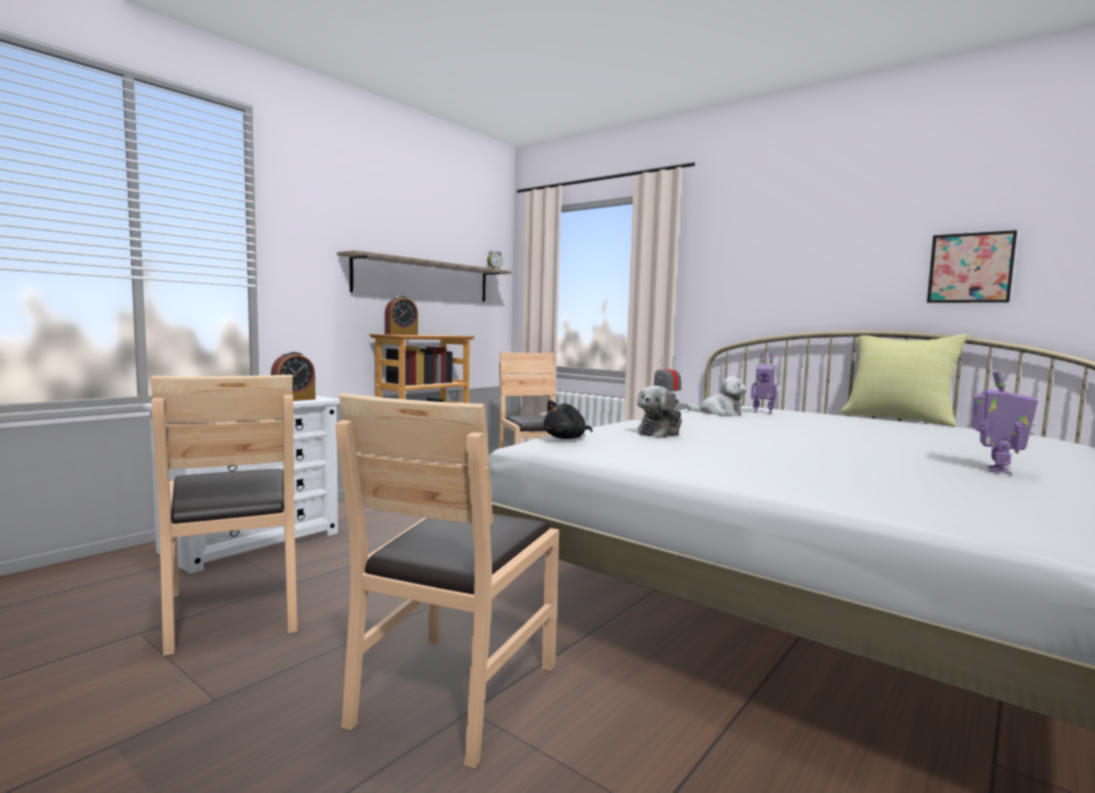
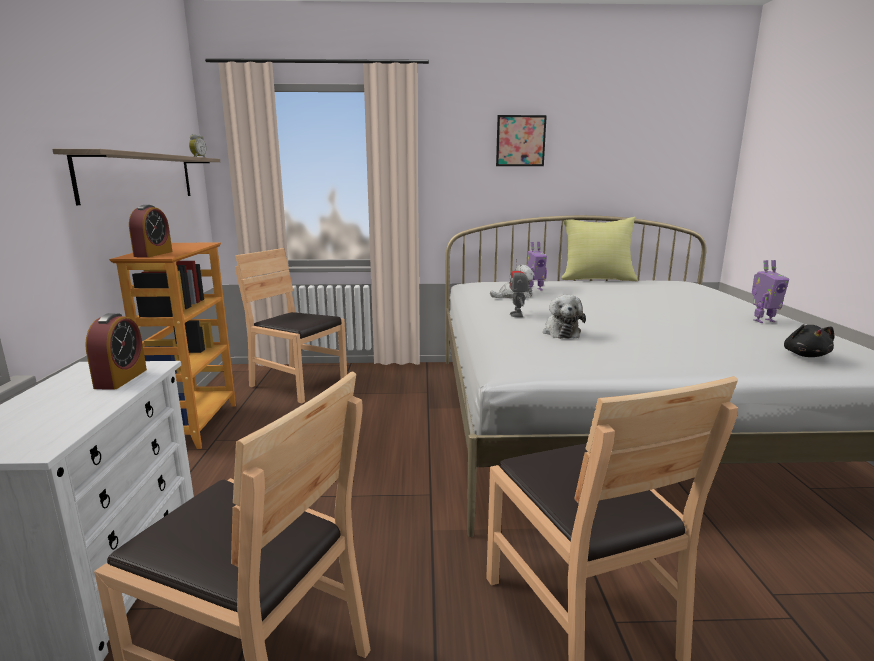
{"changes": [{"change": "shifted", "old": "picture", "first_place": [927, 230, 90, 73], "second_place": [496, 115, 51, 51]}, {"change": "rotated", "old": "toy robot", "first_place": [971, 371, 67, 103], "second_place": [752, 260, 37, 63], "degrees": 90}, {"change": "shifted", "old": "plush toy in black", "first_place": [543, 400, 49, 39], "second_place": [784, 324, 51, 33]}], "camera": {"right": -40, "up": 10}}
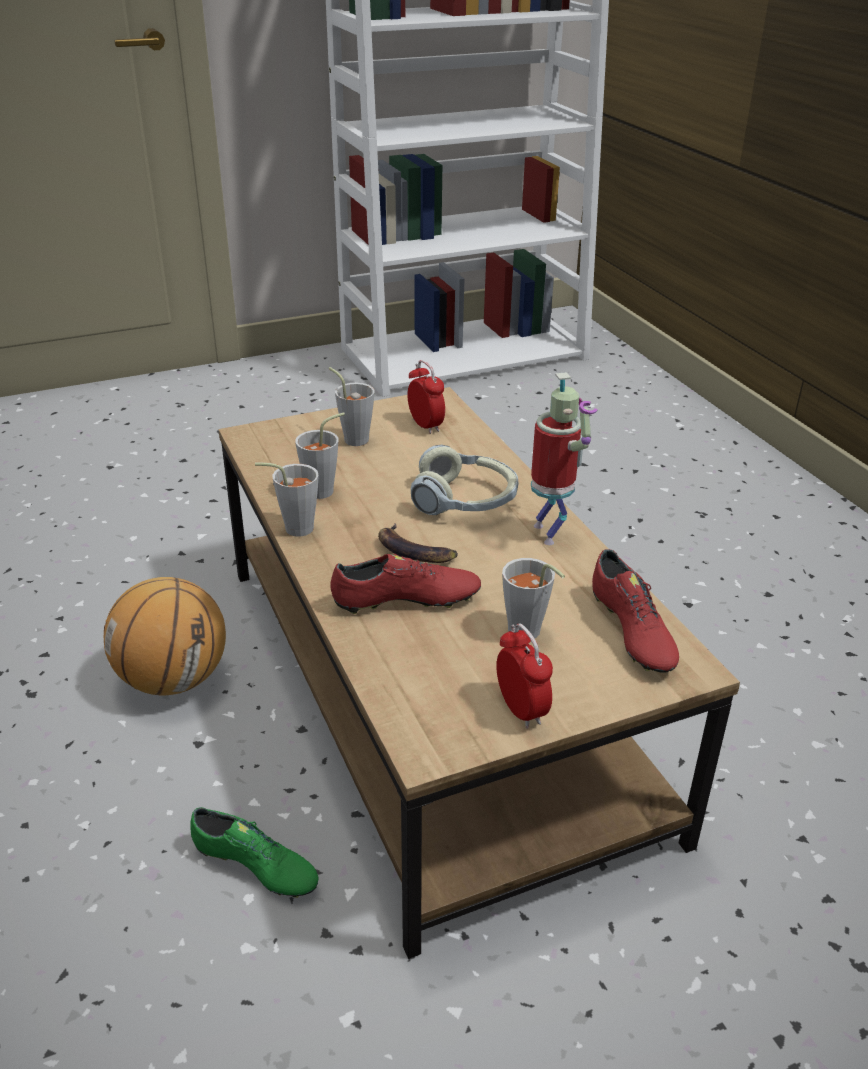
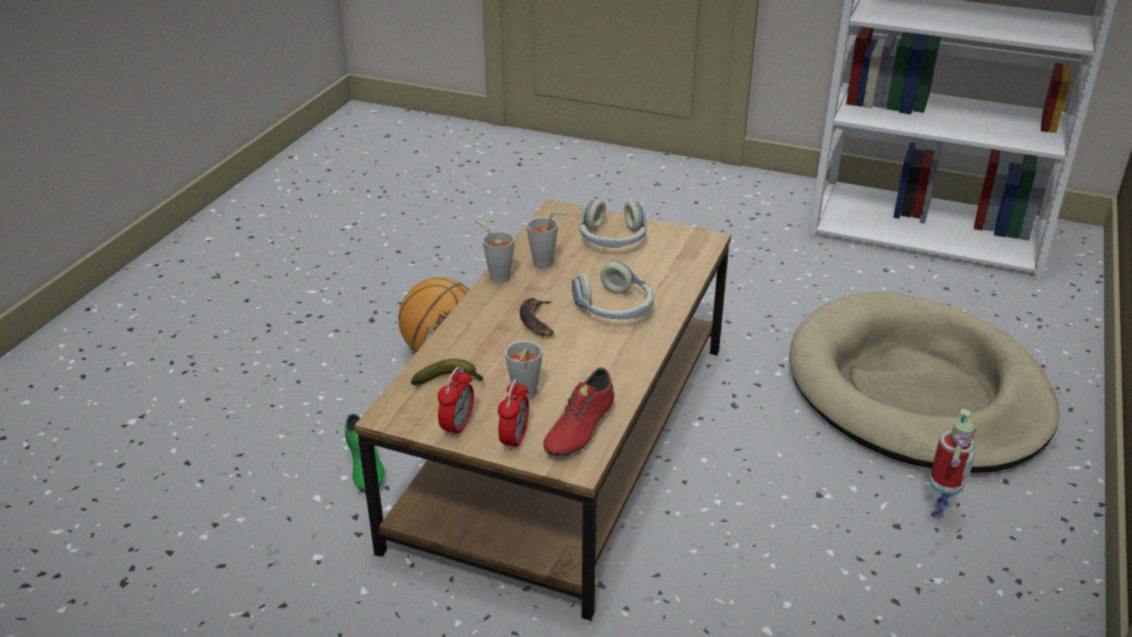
{"changes": [{"change": "new", "new": "banana", "second_place": [411, 359, 73, 26]}, {"change": "shifted", "old": "alarm clock", "first_place": [407, 360, 38, 74], "second_place": [498, 379, 31, 73]}, {"change": "swapped", "old": "cup in grey", "new": "headphones", "first_place": [329, 367, 46, 79], "second_place": [579, 199, 67, 49]}, {"change": "new", "new": "dog bed in beige", "second_place": [789, 291, 271, 182]}, {"change": "shifted", "old": "toy robot", "first_place": [531, 372, 67, 173], "second_place": [928, 409, 49, 113]}, {"change": "gone", "old": "shoe in red", "first_place": [330, 554, 151, 60]}], "camera": {"right": 45, "up": 0}}
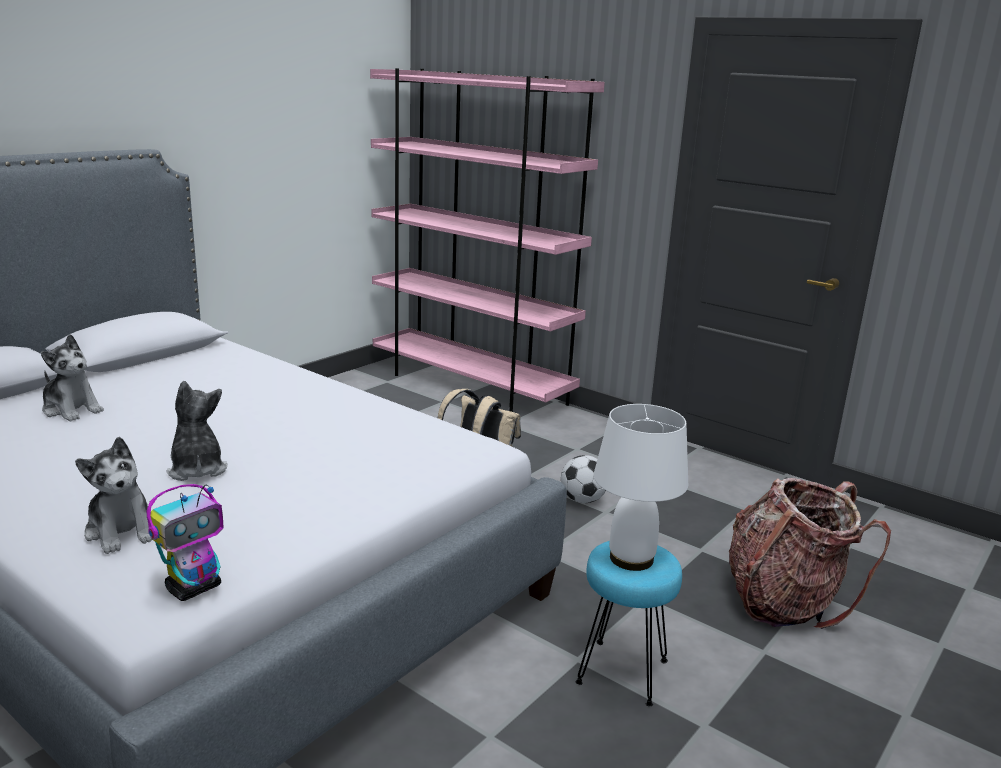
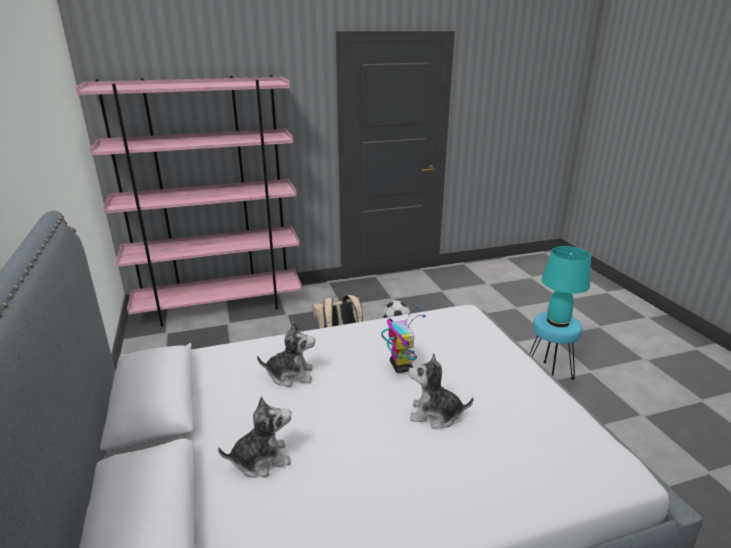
{"changes": [{"change": "shifted", "old": "plush toy", "first_place": [75, 437, 79, 117], "second_place": [257, 321, 58, 66]}, {"change": "shifted", "old": "toy robot", "first_place": [146, 484, 78, 117], "second_place": [381, 308, 45, 65]}, {"change": "repainted", "old": "table lamp in white", "new": "table lamp in turquoise", "first_place": [594, 404, 94, 167], "second_place": [541, 246, 50, 81]}, {"change": "gone", "old": "backpack", "first_place": [729, 478, 162, 151]}], "camera": {"right": -55, "up": 5}}
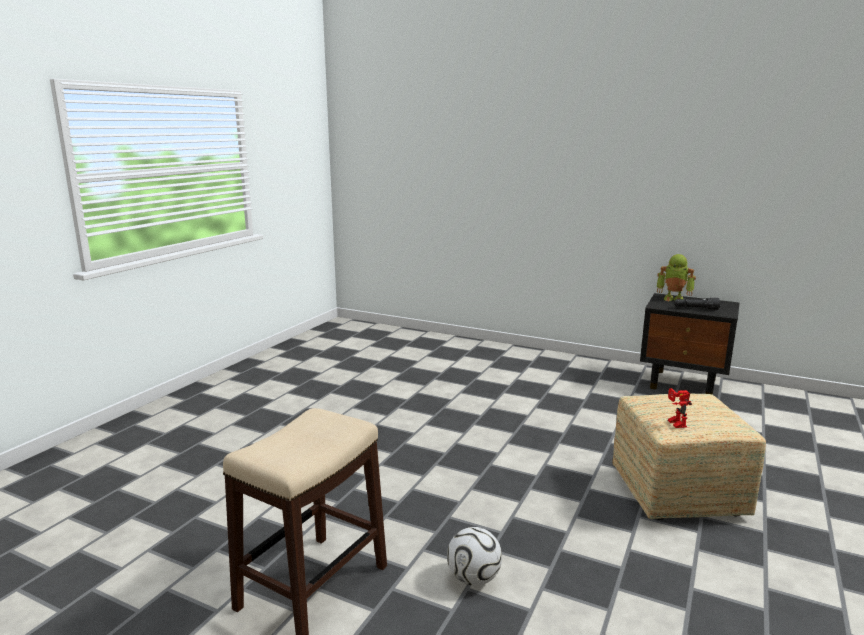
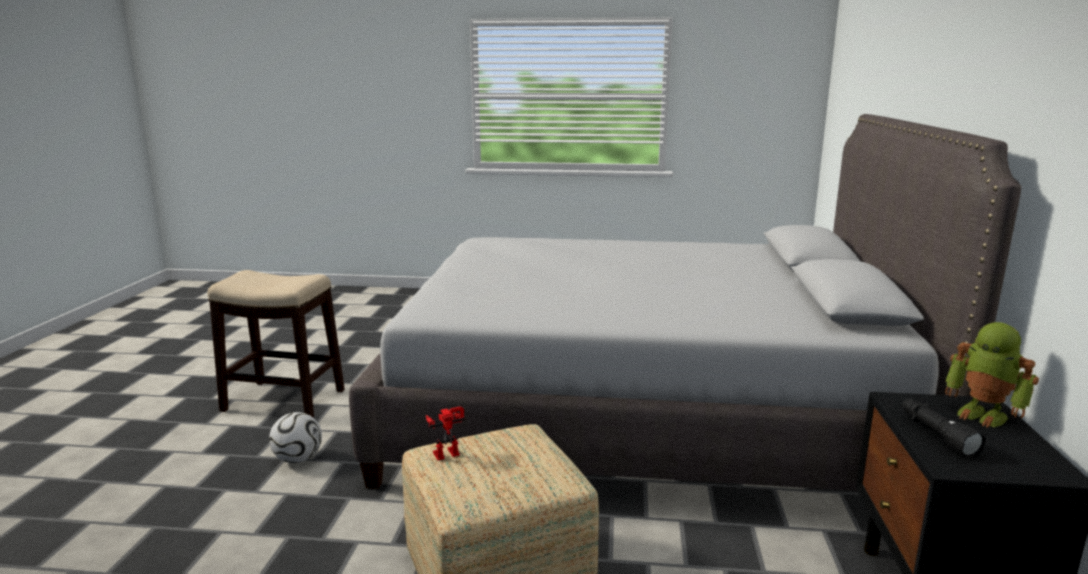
{"changes": [{"change": "new", "new": "bed in grey", "second_place": [349, 114, 672, 377]}, {"change": "rotated", "old": "toy robot", "first_place": [657, 254, 39, 47], "second_place": [945, 322, 94, 106], "degrees": -45}], "camera": {"right": 70, "up": 0}}
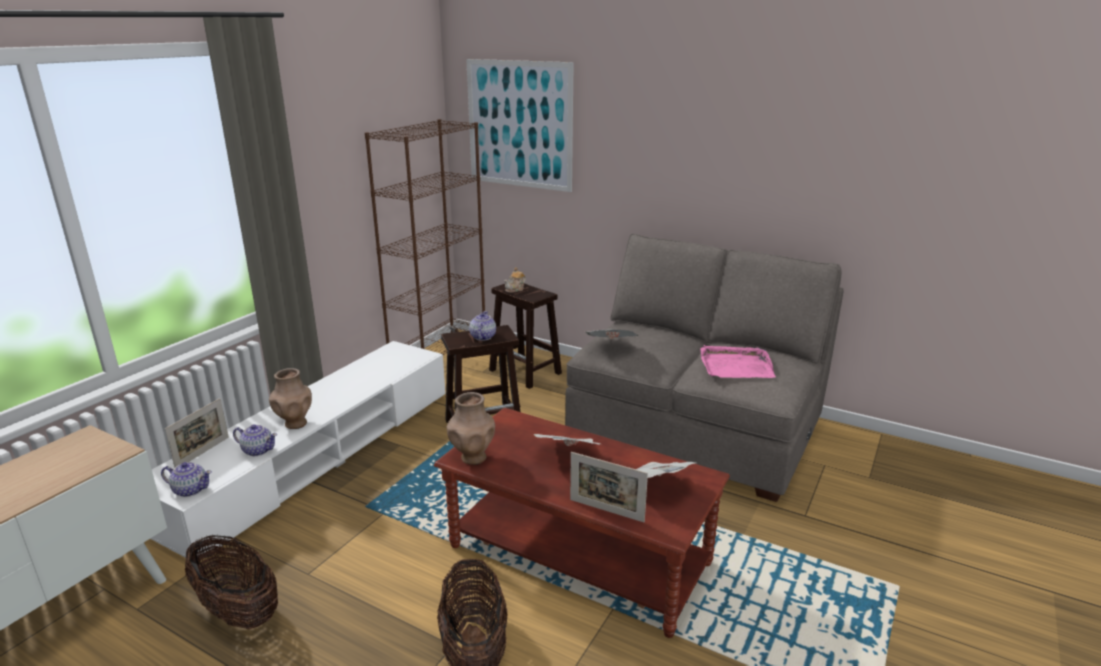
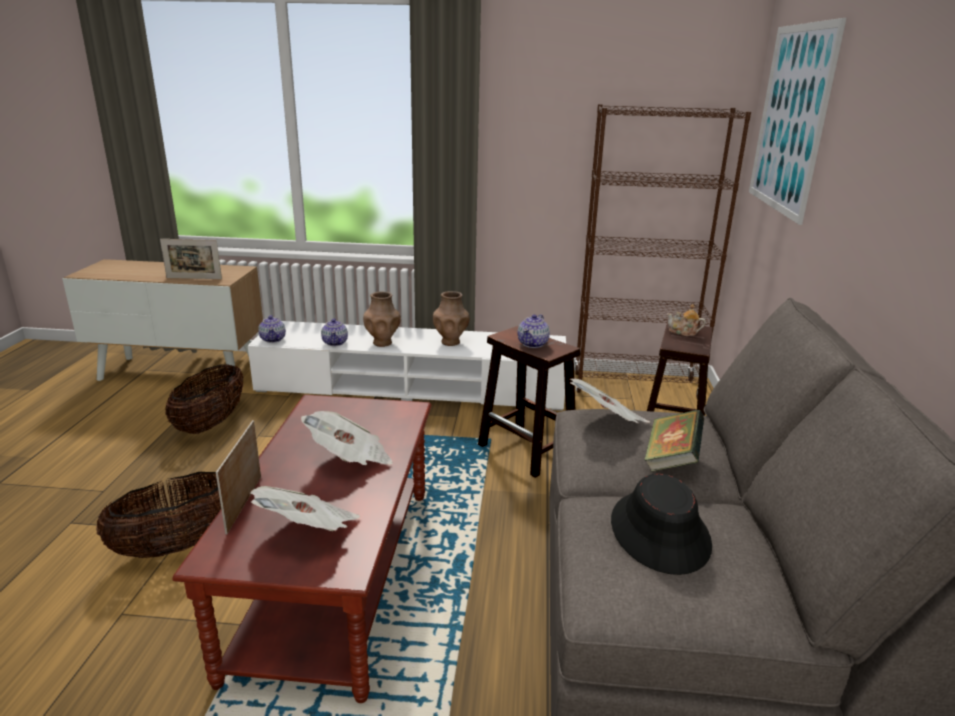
{"changes": [{"change": "shifted", "old": "picture frame", "first_place": [165, 398, 64, 70], "second_place": [160, 239, 62, 40]}, {"change": "shifted", "old": "vase in brown", "first_place": [447, 392, 48, 73], "second_place": [433, 291, 37, 55]}, {"change": "rotated", "old": "teapot", "first_place": [469, 311, 27, 30], "second_place": [518, 314, 32, 34], "degrees": 135}, {"change": "swapped", "old": "tray in pink", "new": "hat in black", "first_place": [700, 345, 76, 33], "second_place": [611, 474, 101, 101]}, {"change": "new", "new": "book", "second_place": [644, 410, 60, 62]}], "camera": {"right": 65, "up": 0}}
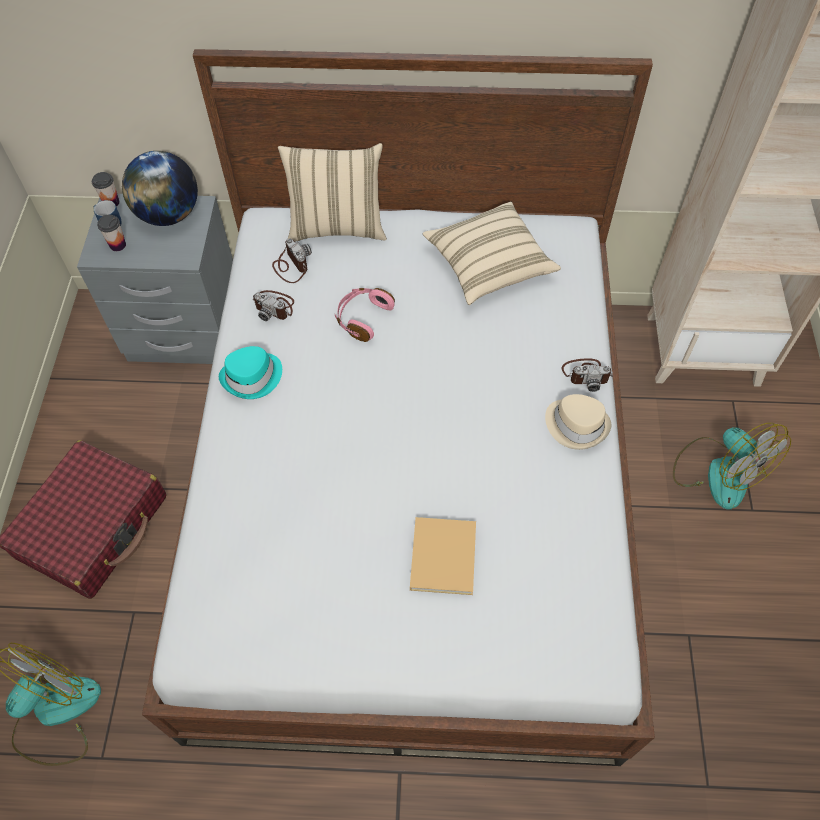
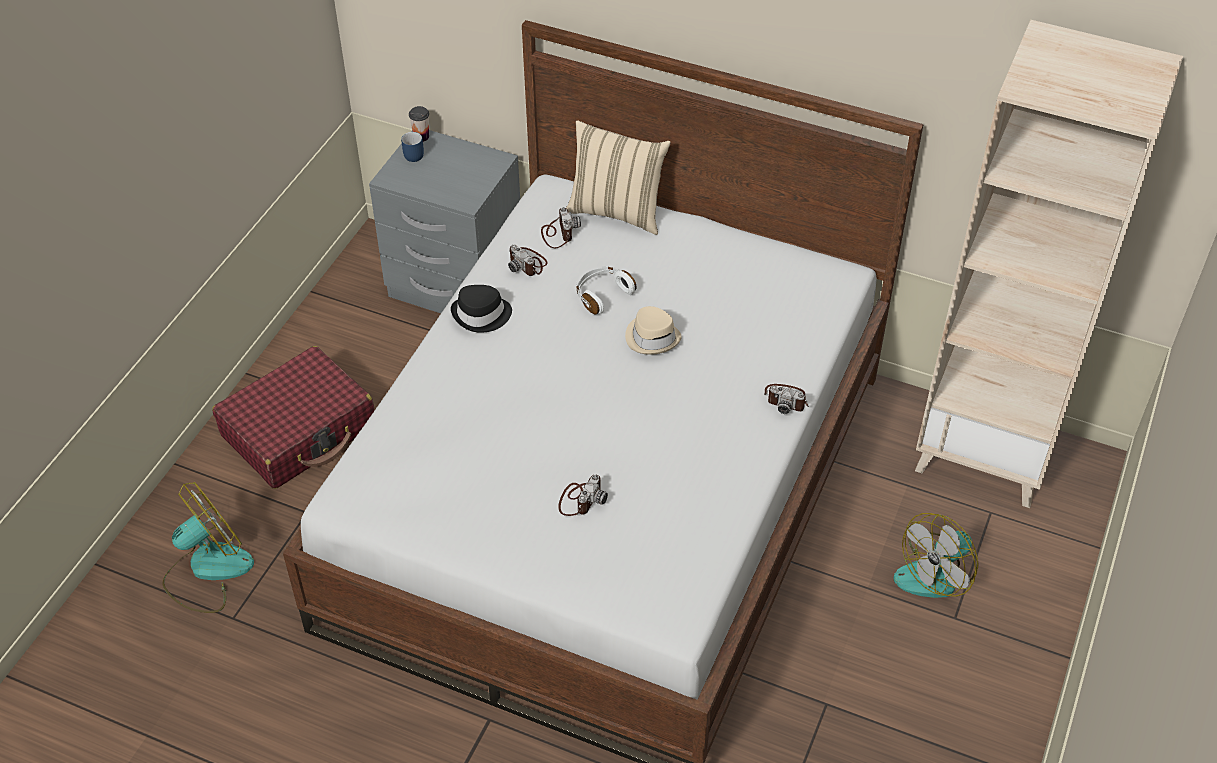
{"changes": [{"change": "repainted", "old": "hat in turquoise", "new": "hat in black", "first_place": [219, 346, 63, 53], "second_place": [451, 285, 61, 48]}, {"change": "swapped", "old": "book in beige", "new": "photo camera", "first_place": [410, 517, 66, 78], "second_place": [558, 475, 50, 41]}, {"change": "repainted", "old": "headphones in pink", "new": "headphones in white", "first_place": [334, 288, 61, 54], "second_place": [576, 266, 60, 49]}, {"change": "shifted", "old": "hat in beige", "first_place": [545, 394, 66, 56], "second_place": [625, 306, 57, 49]}, {"change": "rotated", "old": "fan", "first_place": [673, 423, 118, 86], "second_place": [894, 513, 85, 85], "degrees": 60}, {"change": "gone", "old": "cup", "first_place": [97, 215, 29, 36]}, {"change": "gone", "old": "globe", "first_place": [122, 151, 76, 75]}, {"change": "gone", "old": "pillow in beige", "first_place": [423, 202, 138, 103]}], "camera": {"right": 20, "up": -10}}
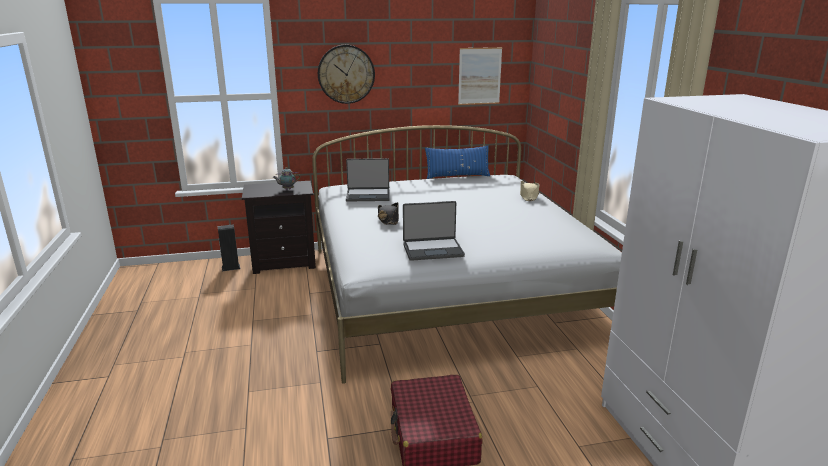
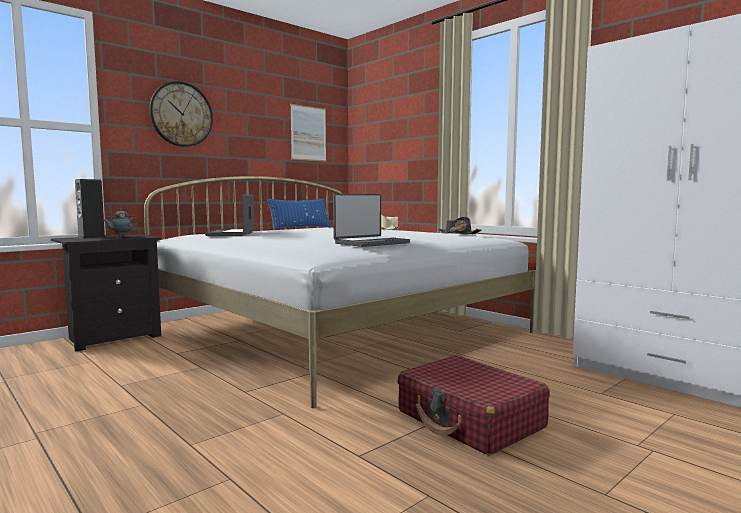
{"changes": [{"change": "shifted", "old": "speaker", "first_place": [218, 224, 22, 48], "second_place": [75, 179, 31, 59]}, {"change": "rotated", "old": "laptop", "first_place": [346, 158, 44, 44], "second_place": [205, 194, 49, 42], "degrees": 120}, {"change": "shifted", "old": "hat in black", "first_place": [378, 202, 21, 23], "second_place": [437, 217, 44, 18]}], "camera": {"right": -30, "up": -15}}
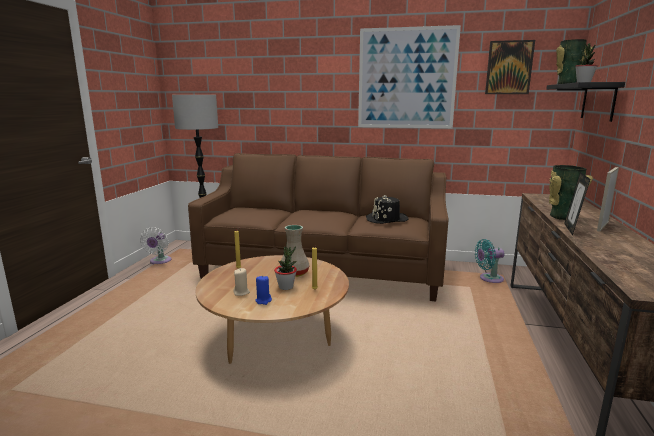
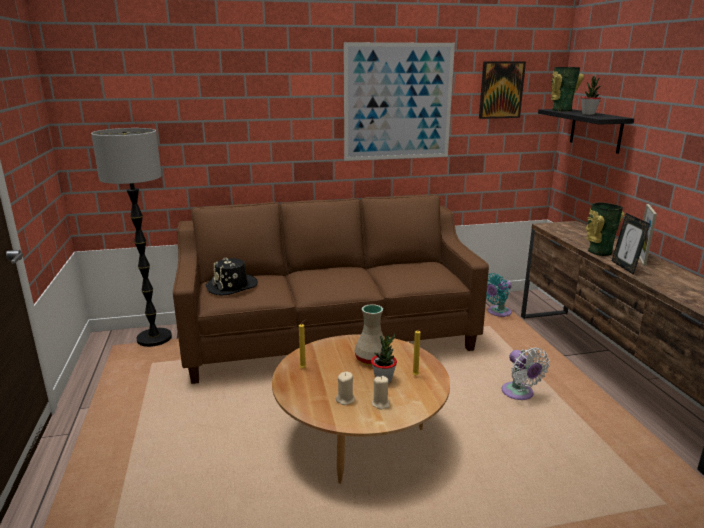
{"changes": [{"change": "shifted", "old": "hat in black", "first_place": [366, 195, 42, 29], "second_place": [205, 257, 53, 39]}, {"change": "repainted", "old": "candle in blue", "new": "candle in beige", "first_place": [255, 275, 17, 30], "second_place": [372, 376, 18, 34]}, {"change": "shifted", "old": "fan in white", "first_place": [140, 227, 32, 37], "second_place": [502, 347, 48, 53]}], "camera": {"right": -25, "up": 5}}
